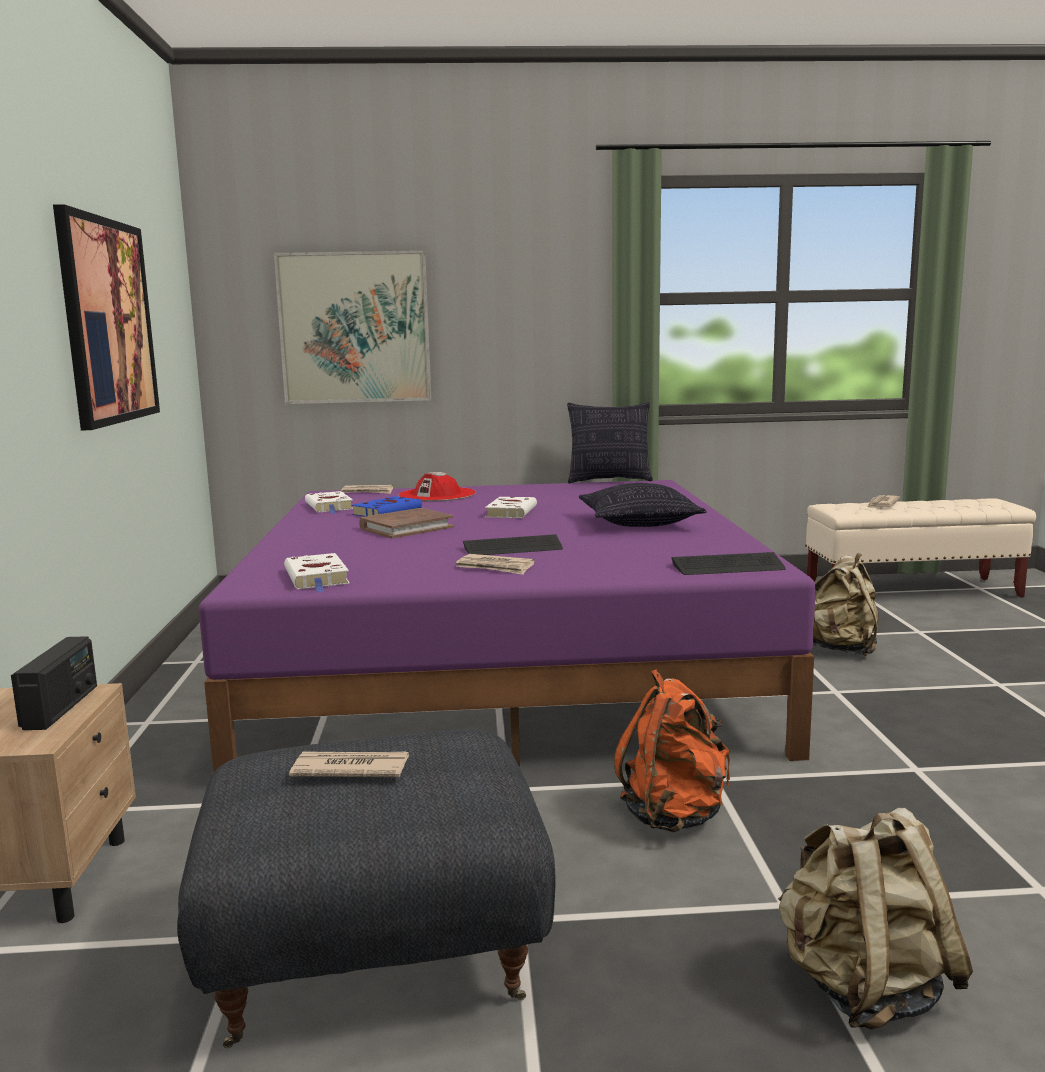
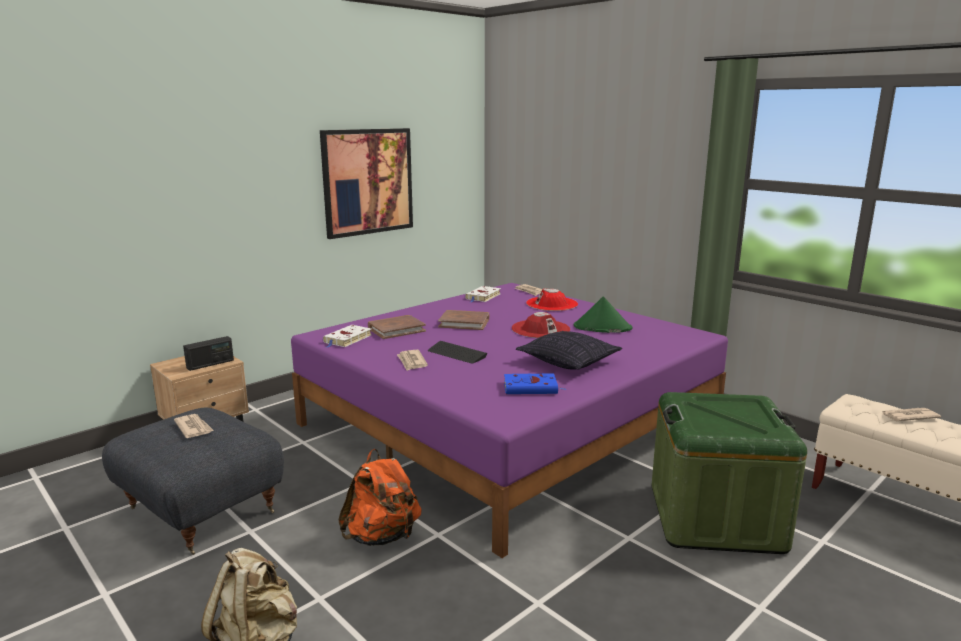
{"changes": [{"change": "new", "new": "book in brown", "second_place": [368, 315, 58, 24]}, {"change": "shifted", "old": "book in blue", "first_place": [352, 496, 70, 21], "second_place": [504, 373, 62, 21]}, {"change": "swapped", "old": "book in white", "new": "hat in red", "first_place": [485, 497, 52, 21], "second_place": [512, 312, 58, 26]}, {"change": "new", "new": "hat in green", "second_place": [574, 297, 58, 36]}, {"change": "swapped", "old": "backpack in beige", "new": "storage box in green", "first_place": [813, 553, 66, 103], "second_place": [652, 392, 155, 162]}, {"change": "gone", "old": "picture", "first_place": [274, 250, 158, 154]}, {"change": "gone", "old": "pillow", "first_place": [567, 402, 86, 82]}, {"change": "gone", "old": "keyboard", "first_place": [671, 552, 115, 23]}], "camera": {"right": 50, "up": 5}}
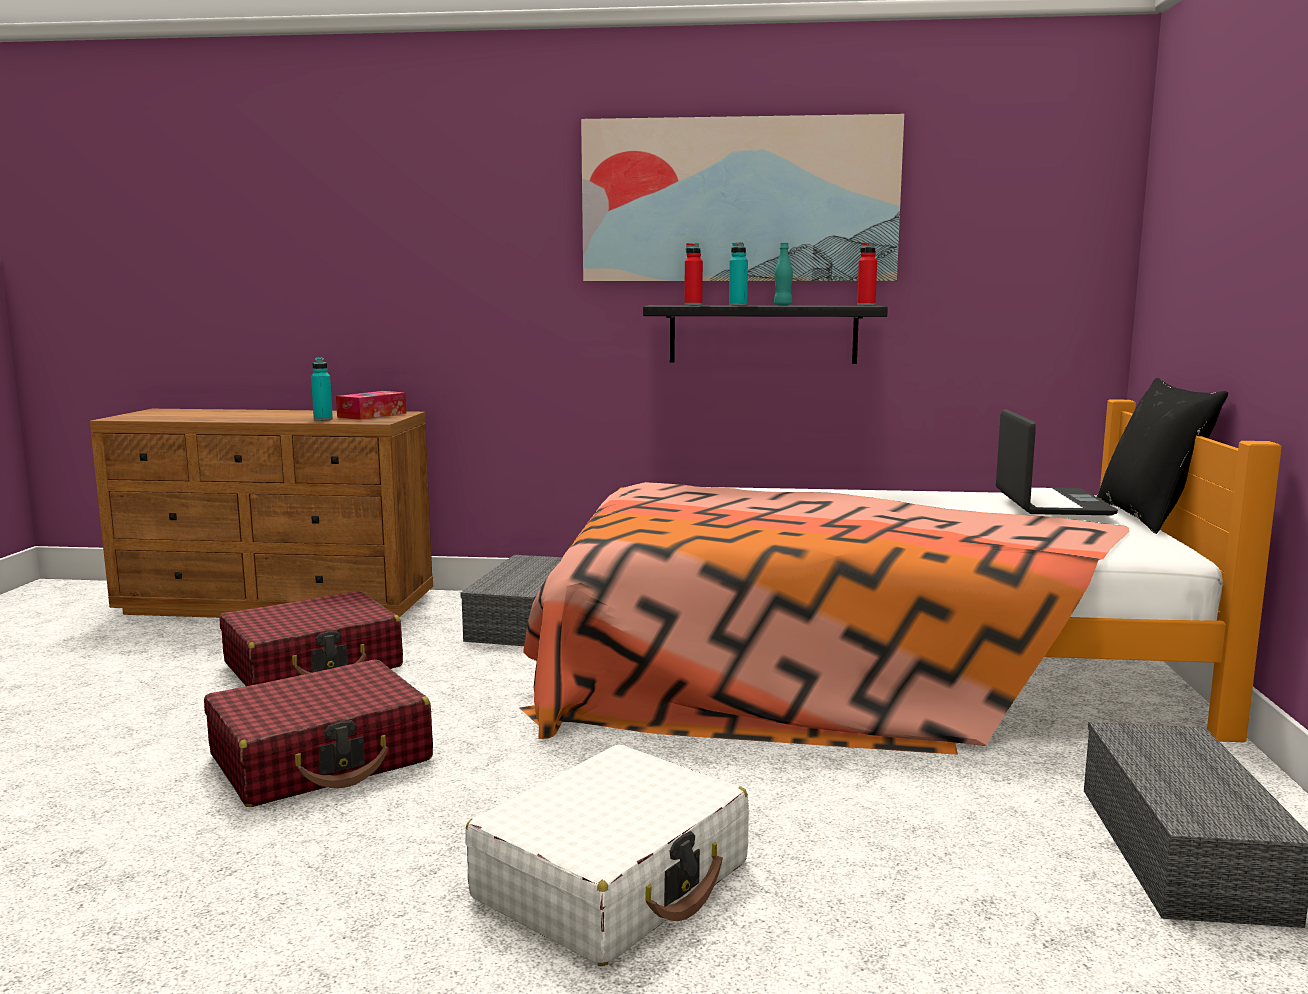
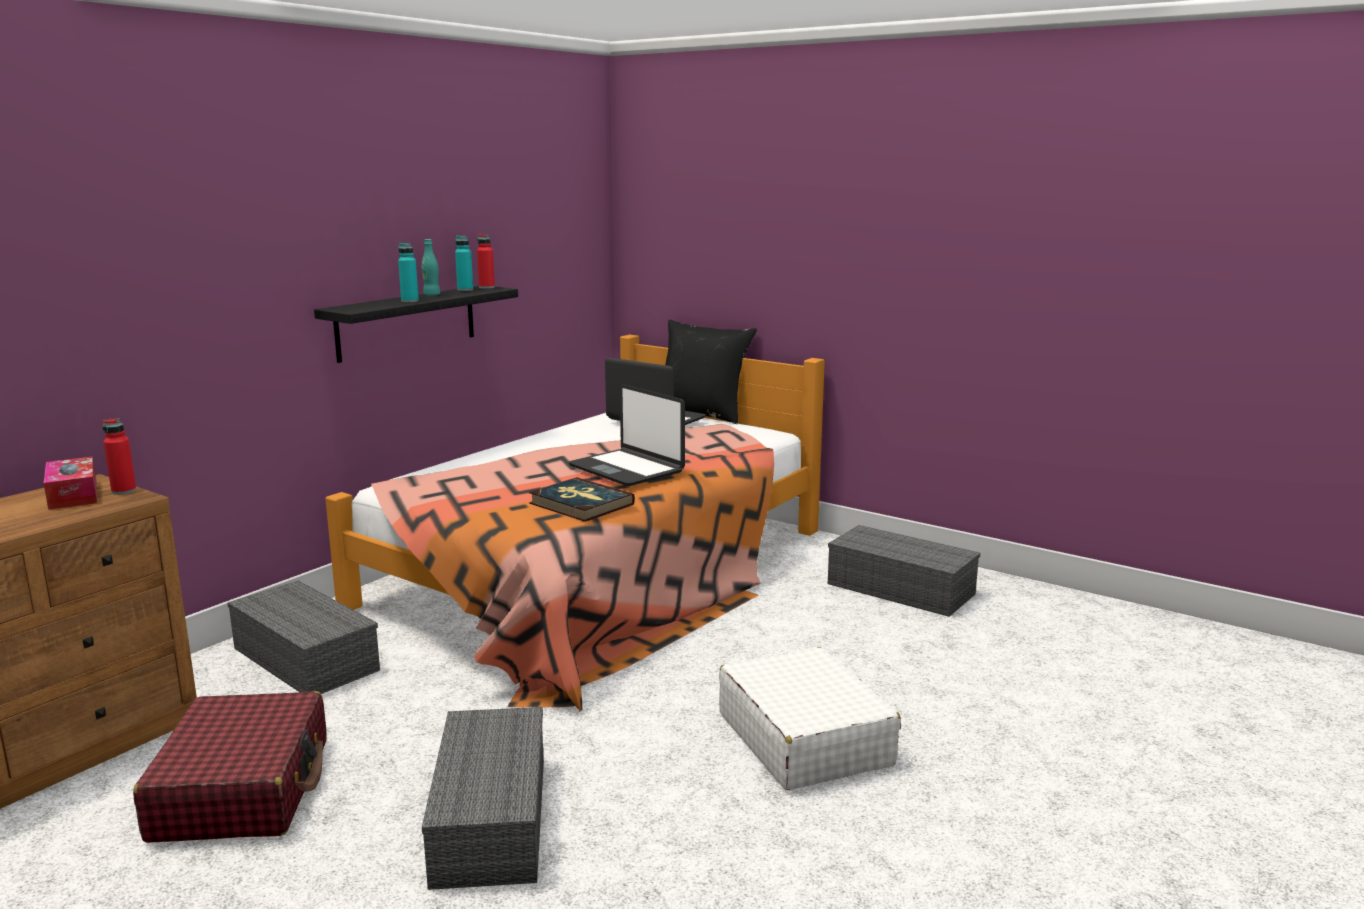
{"changes": [{"change": "shifted", "old": "bottle in red", "first_place": [684, 243, 19, 62], "second_place": [103, 418, 33, 77]}, {"change": "swapped", "old": "suitcase in red", "new": "storage box in grey", "first_place": [204, 660, 229, 147], "second_place": [422, 707, 122, 183]}, {"change": "shifted", "old": "bottle in turquoise", "first_place": [311, 358, 22, 63], "second_place": [455, 236, 18, 55]}, {"change": "new", "new": "book", "second_place": [529, 477, 106, 45]}, {"change": "new", "new": "laptop", "second_place": [569, 384, 116, 102]}, {"change": "gone", "old": "picture", "first_place": [581, 114, 323, 167]}], "camera": {"right": -60, "up": 5}}
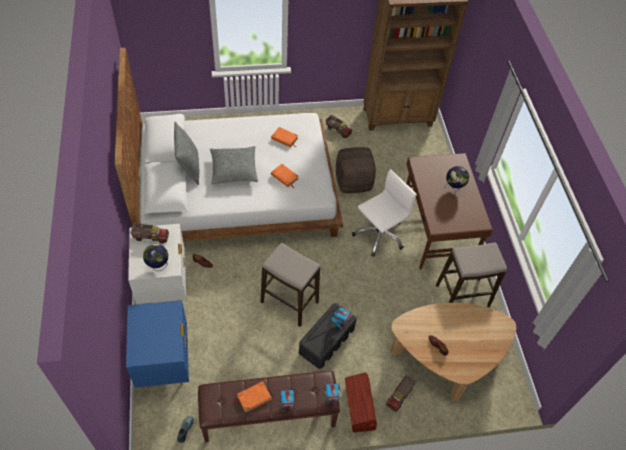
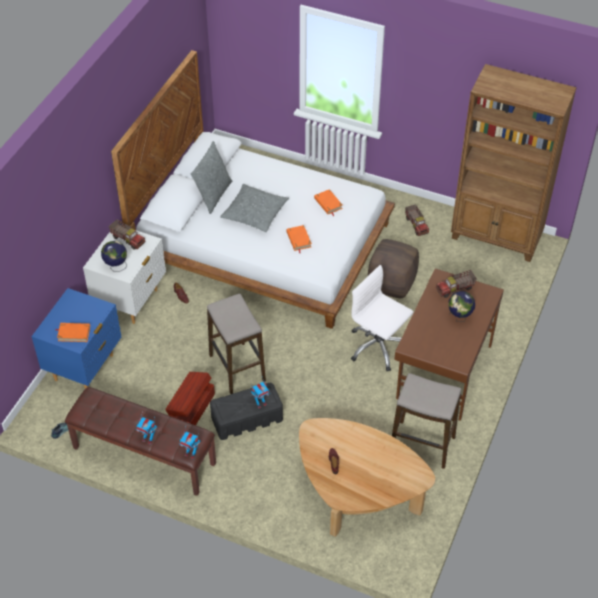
{"changes": [{"change": "shifted", "old": "book in orange", "first_place": [234, 381, 38, 32], "second_place": [56, 323, 34, 19]}, {"change": "shifted", "old": "storage box in brown", "first_place": [345, 372, 32, 60], "second_place": [165, 372, 50, 53]}, {"change": "rotated", "old": "office chair in white", "first_place": [352, 169, 65, 88], "second_place": [351, 265, 63, 107], "degrees": -135}, {"change": "shifted", "old": "toy truck", "first_place": [386, 375, 30, 37], "second_place": [436, 270, 41, 28]}], "camera": {"right": 35, "up": -5}}
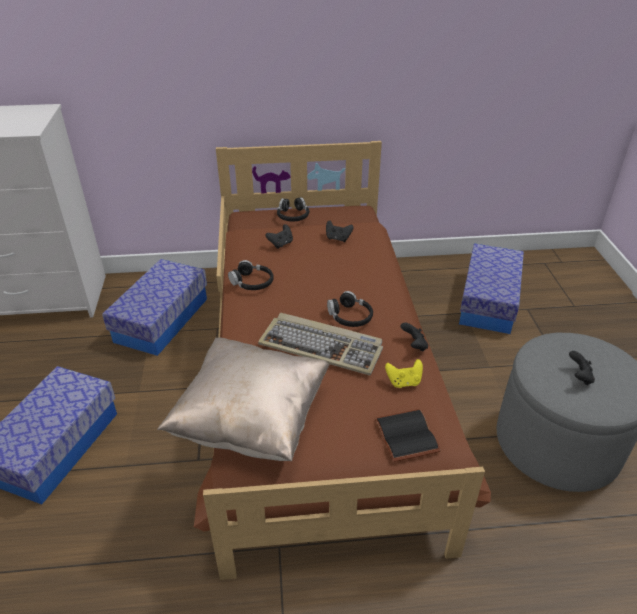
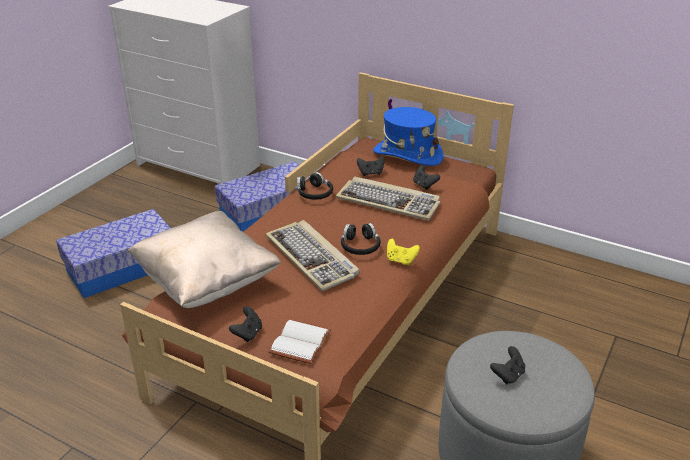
{"changes": [{"change": "shifted", "old": "game controller in black", "first_place": [401, 322, 27, 29], "second_place": [229, 306, 33, 36]}, {"change": "repainted", "old": "book in black", "new": "book in white", "first_place": [375, 409, 66, 53], "second_place": [269, 320, 62, 44]}, {"change": "new", "new": "keyboard", "second_place": [336, 177, 104, 44]}, {"change": "swapped", "old": "headphones in black", "new": "hat in blue", "first_place": [277, 197, 32, 25], "second_place": [373, 107, 70, 59]}, {"change": "shifted", "old": "game controller in yellow", "first_place": [385, 359, 38, 29], "second_place": [387, 239, 33, 27]}, {"change": "gone", "old": "storage box", "first_place": [459, 244, 65, 90]}], "camera": {"right": 35, "up": -5}}
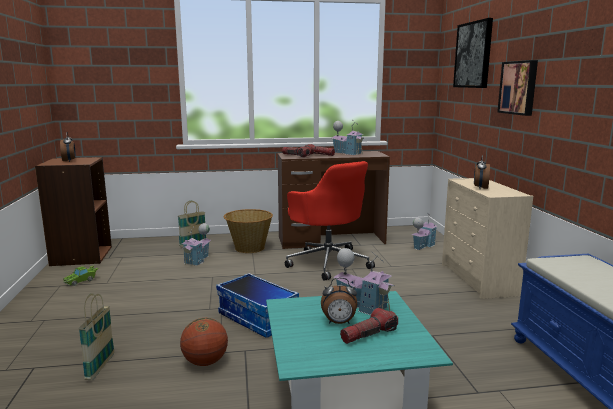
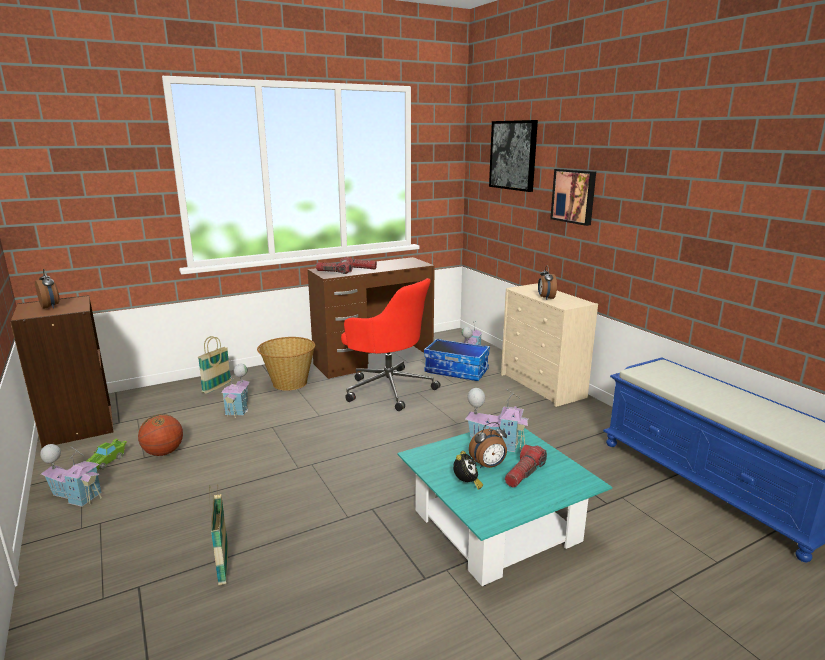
{"changes": [{"change": "shifted", "old": "toy house", "first_place": [332, 121, 33, 34], "second_place": [40, 444, 62, 63]}, {"change": "shifted", "old": "basketball", "first_place": [180, 318, 48, 48], "second_place": [138, 414, 45, 42]}, {"change": "shifted", "old": "storage box", "first_place": [216, 273, 83, 65], "second_place": [424, 339, 66, 42]}, {"change": "new", "new": "alarm clock", "second_place": [453, 451, 30, 39]}], "camera": {"right": -20, "up": 5}}
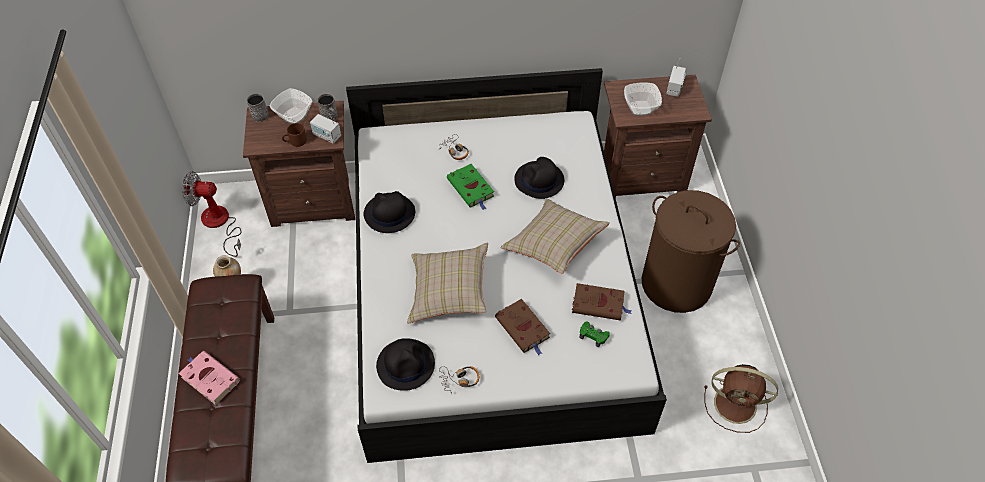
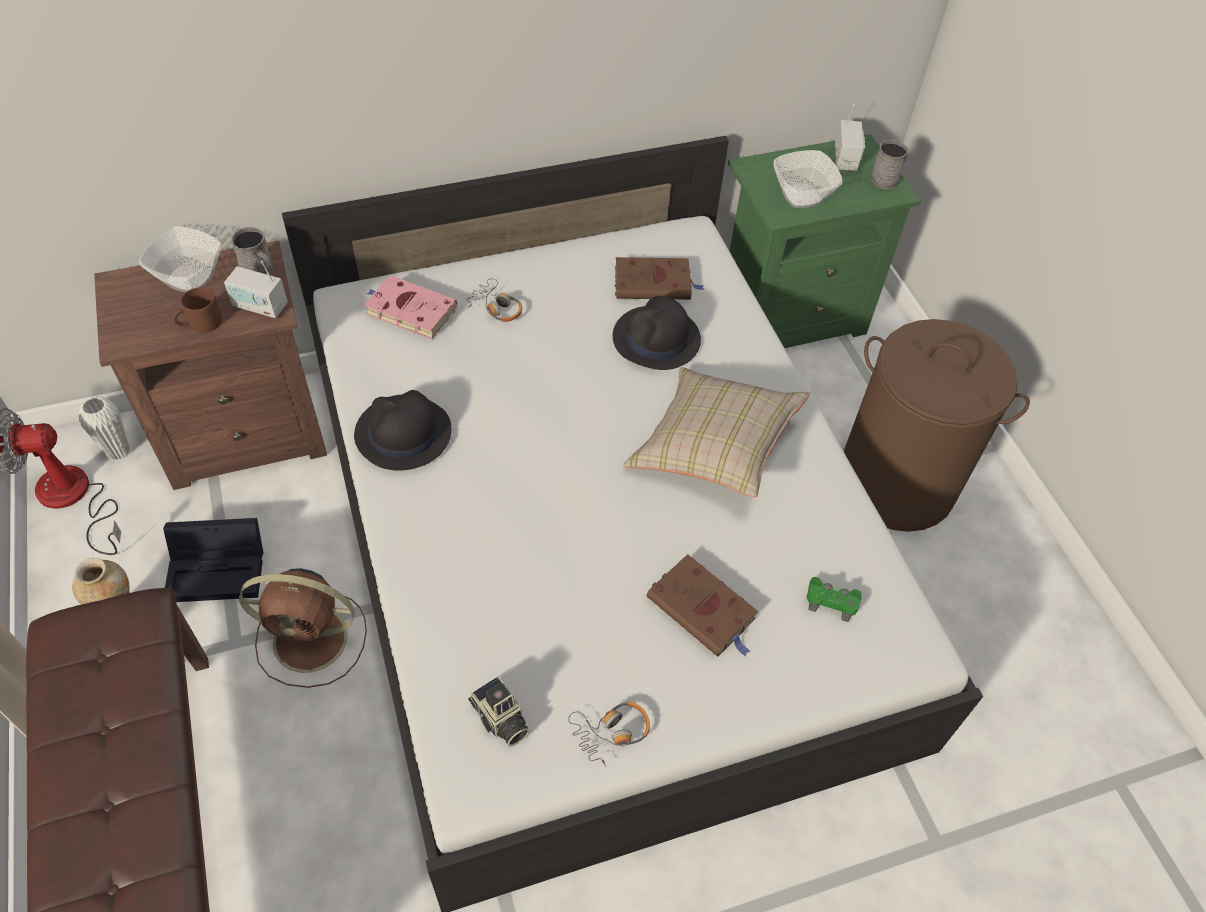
{"changes": [{"change": "new", "new": "vase in white", "second_place": [78, 396, 52, 64]}, {"change": "new", "new": "storage box in black", "second_place": [163, 518, 100, 84]}, {"change": "shifted", "old": "fan in brown", "first_place": [704, 364, 74, 69], "second_place": [239, 568, 128, 120]}, {"change": "shifted", "old": "book in pink", "first_place": [179, 351, 61, 54], "second_place": [364, 275, 93, 64]}, {"change": "swapped", "old": "hat in black", "new": "photo camera", "first_place": [376, 338, 59, 53], "second_place": [468, 676, 61, 70]}, {"change": "shifted", "old": "book in brown", "first_place": [572, 283, 60, 38], "second_place": [615, 257, 89, 43]}, {"change": "repainted", "old": "nightstand in brown", "new": "nightstand in green", "first_place": [604, 75, 108, 123], "second_place": [728, 134, 193, 214]}, {"change": "shifted", "old": "mug in grey", "first_place": [246, 93, 23, 29], "second_place": [871, 139, 38, 50]}, {"change": "gone", "old": "pillow in beige", "first_place": [407, 243, 81, 81]}, {"change": "gone", "old": "book in green", "first_place": [447, 164, 47, 46]}], "camera": {"right": -15, "up": 0}}
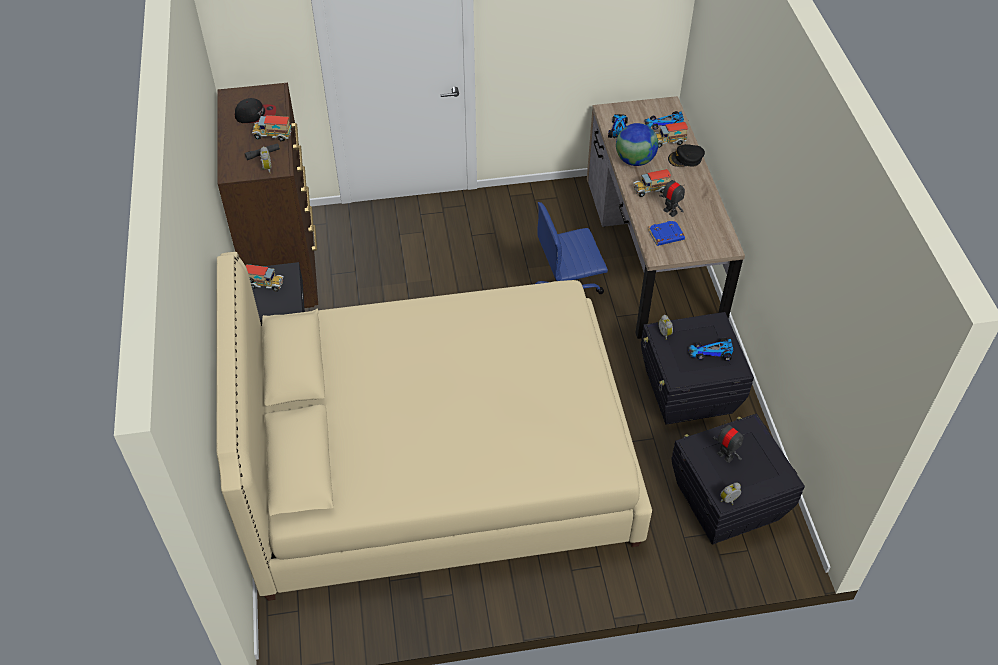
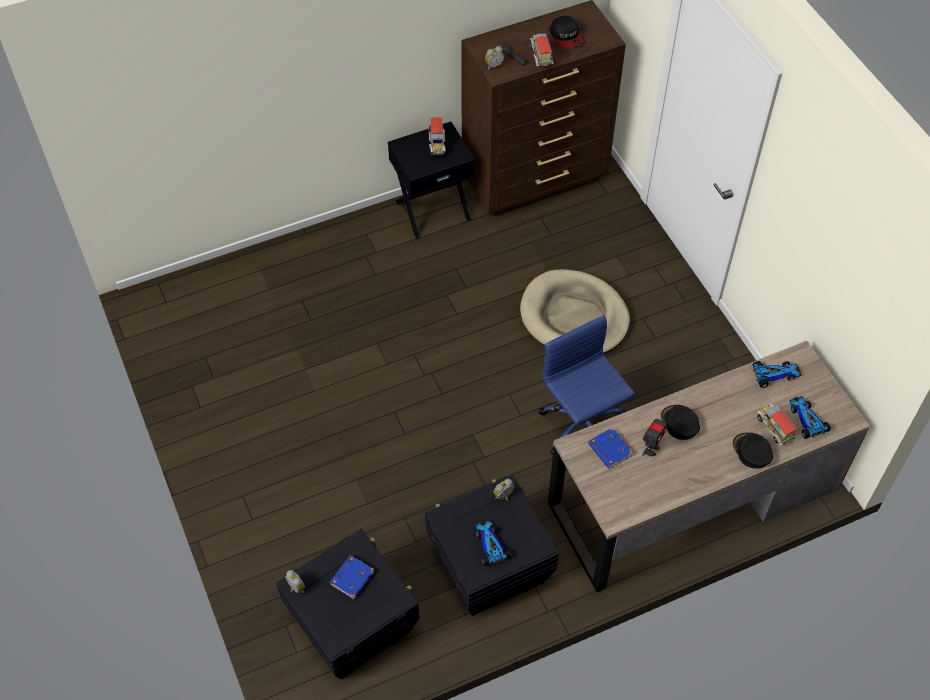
{"changes": [{"change": "swapped", "old": "toy robot", "new": "book in blue", "first_place": [713, 420, 31, 43], "second_place": [329, 555, 45, 44]}, {"change": "new", "new": "dog bed in beige", "second_place": [520, 269, 110, 84]}, {"change": "swapped", "old": "toy truck", "new": "cap in black", "first_place": [633, 169, 38, 28], "second_place": [661, 405, 39, 35]}, {"change": "gone", "old": "bed in beige", "first_place": [216, 252, 436, 349]}, {"change": "gone", "old": "globe", "first_place": [616, 123, 42, 43]}], "camera": {"right": 75, "up": 5}}
